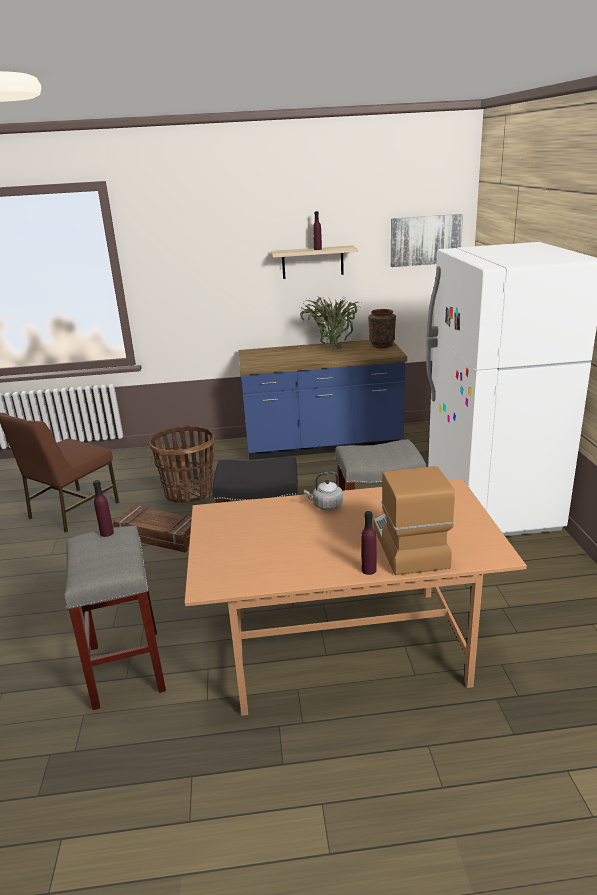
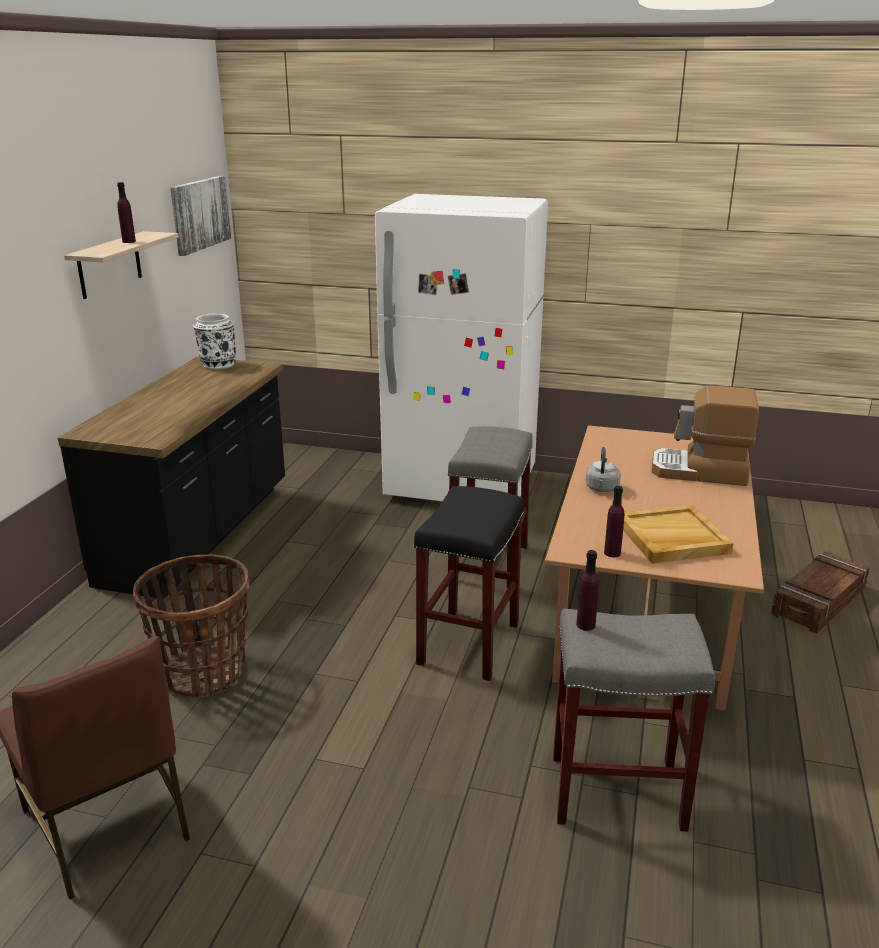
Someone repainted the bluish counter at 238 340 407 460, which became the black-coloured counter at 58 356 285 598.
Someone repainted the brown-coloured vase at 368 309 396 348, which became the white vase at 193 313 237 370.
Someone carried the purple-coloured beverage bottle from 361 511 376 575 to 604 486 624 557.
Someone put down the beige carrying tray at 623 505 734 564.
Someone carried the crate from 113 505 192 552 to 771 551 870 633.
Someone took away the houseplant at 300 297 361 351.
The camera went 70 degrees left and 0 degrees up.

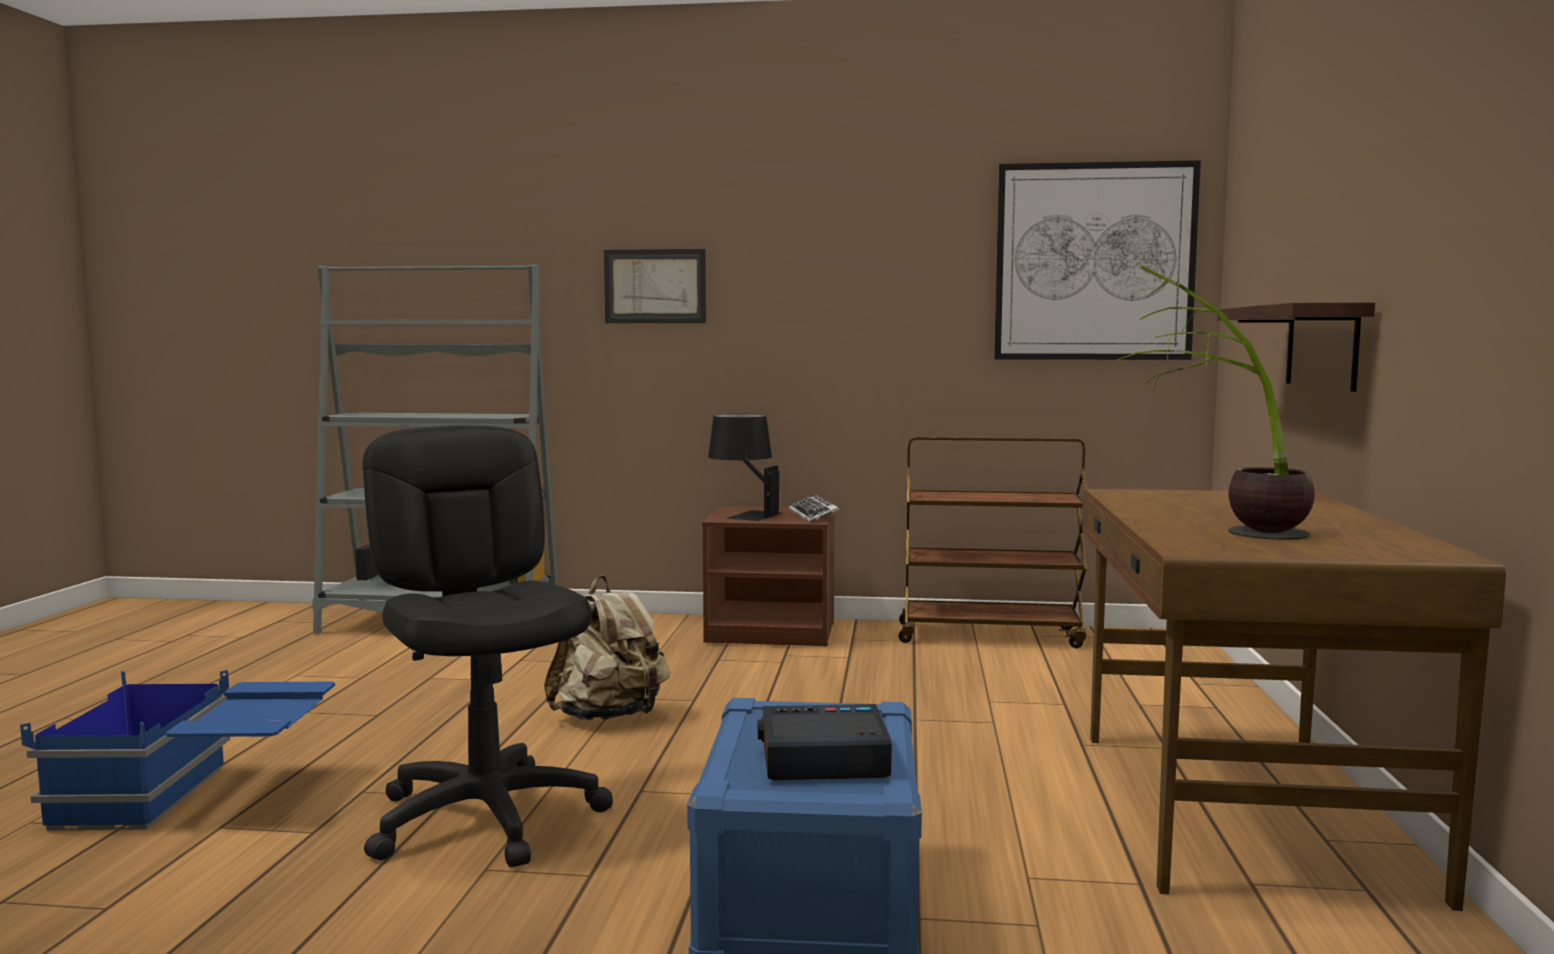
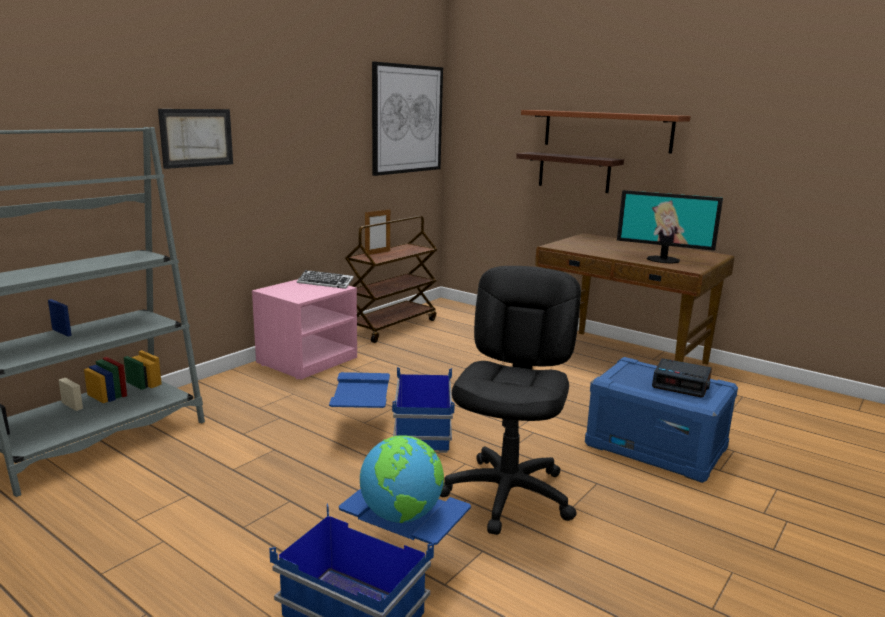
Someone repainted the brown-coloured bedside table at 702 506 835 646, which became the pinkish bedside table at 252 279 357 380.
Someone swapped the beige backpack at 544 575 670 720 for the bluish storage box at 329 367 455 453.
Someone put down the world globe at 360 435 444 523.
Someone put down the standing frame at 365 209 390 256.
Someone rotated the black-coloured desk chair at 363 425 613 867 by 105 degrees clockwise.
Someone put up the brown-coloured wall shelf at 521 110 691 153.
Someone swapped the houseplant at 1116 266 1315 540 for the monitor at 617 190 723 264.
Someone rotated the table clock at 758 704 892 780 by 90 degrees counterclockwise.
Someone took away the black-coloured tabletop lamp at 708 414 782 521.
The camera went 60 degrees left and 10 degrees up.

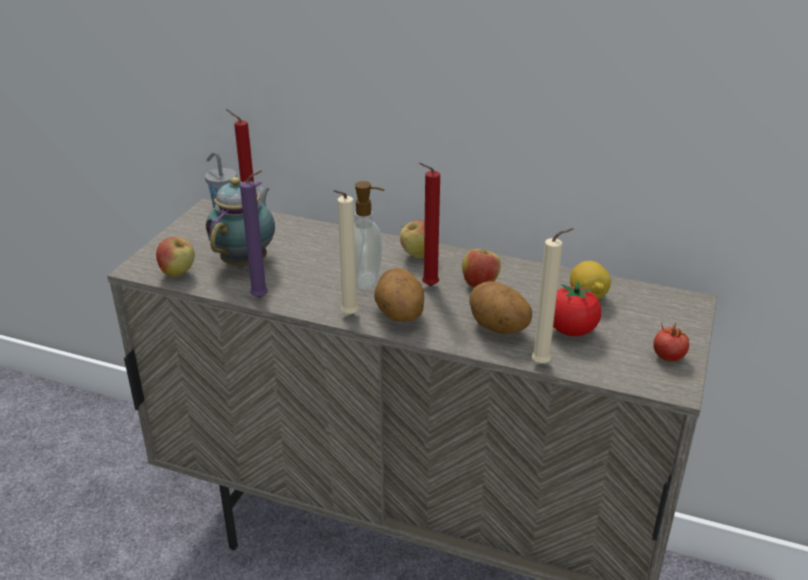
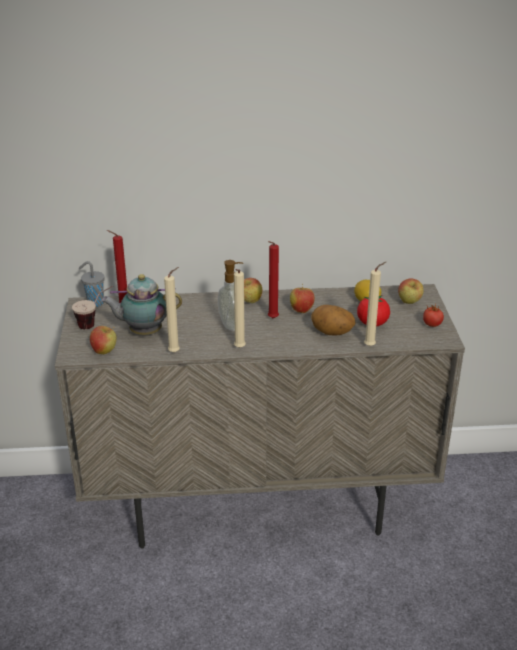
Someone put down the small cup at 72 286 113 329.
Someone rotated the teapot at 206 177 275 267 by 90 degrees counterclockwise.
Someone repainted the purple-coloured wax light at 240 170 268 298, which became the beige wax light at 164 267 180 353.
Someone put down the apple fruit at 398 279 424 304.
Someone took away the spud at 374 268 424 322.
The camera went 25 degrees left and 0 degrees up.

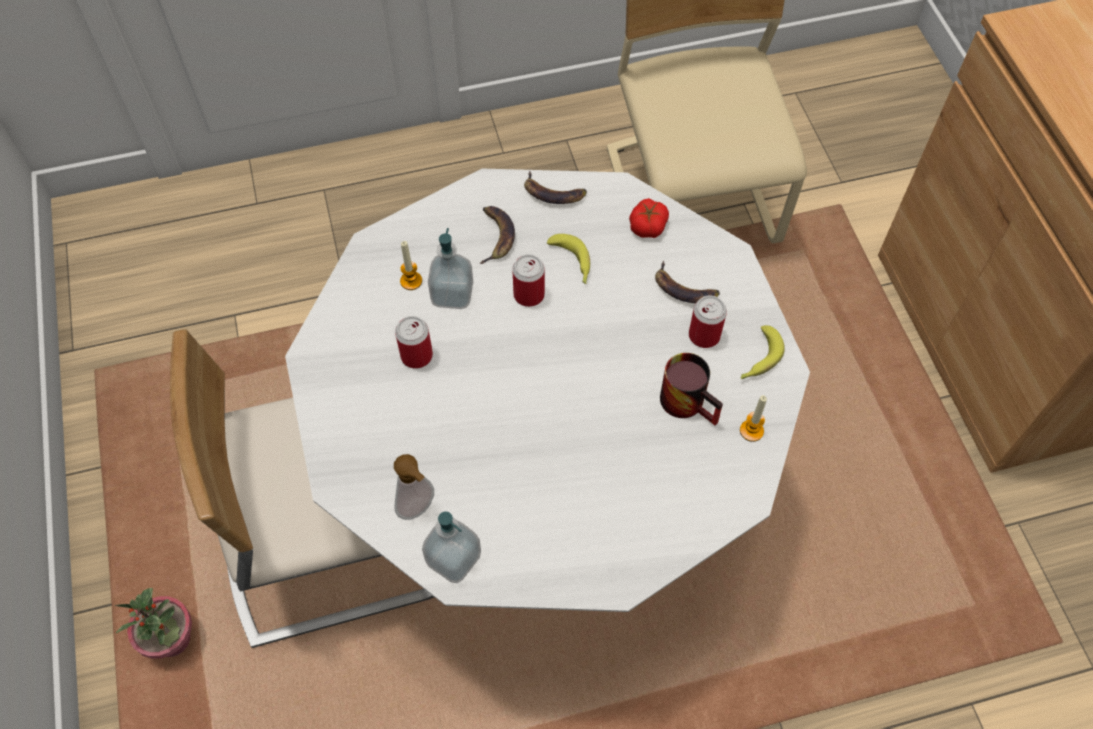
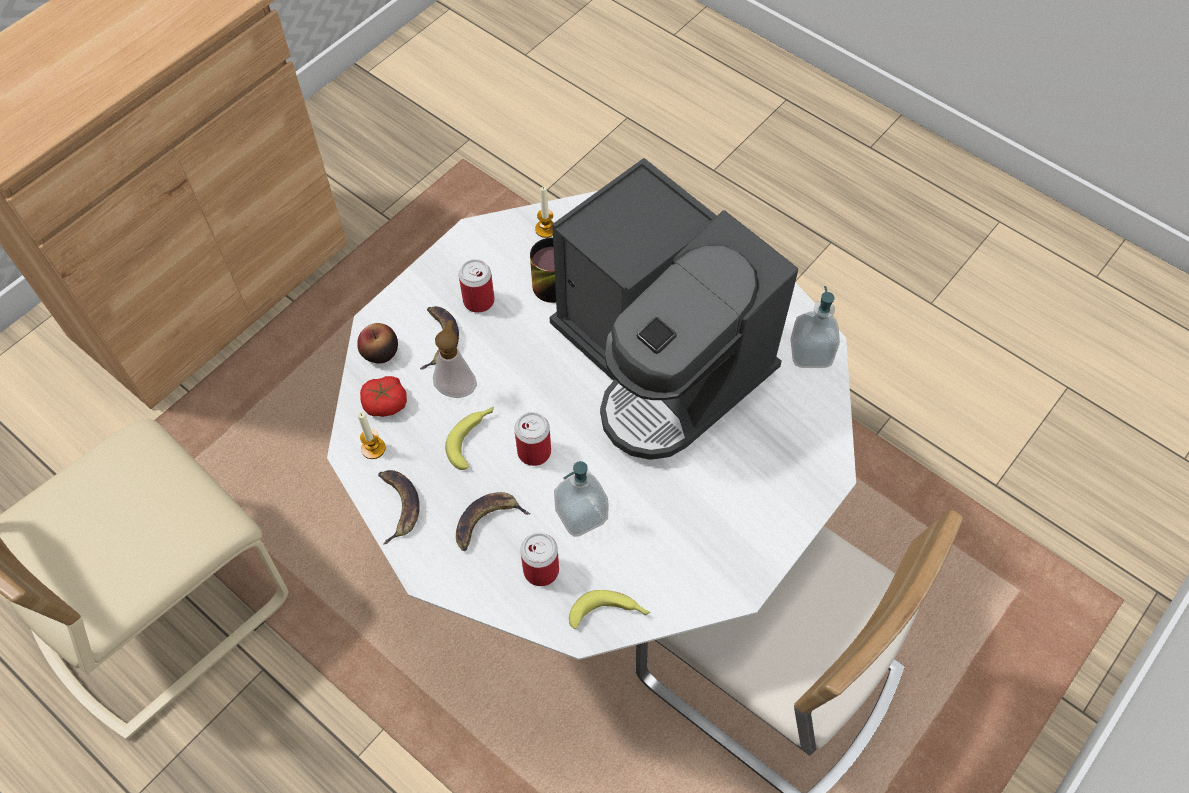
Someone put down the apple fruit at 357 323 398 364.
Someone carried the wax light from 400 241 422 290 to 358 411 386 459.
Someone carried the liquid soap bottle from 394 454 434 520 to 433 320 477 398.
Someone carried the metal can from 395 316 433 369 to 520 533 559 586.
Someone put down the coffee maker at 550 158 798 460.
Someone carried the banana from 741 325 785 379 to 569 590 651 629.
Someone took away the houseplant at 114 588 192 659.
The camera went 125 degrees left and 0 degrees up.

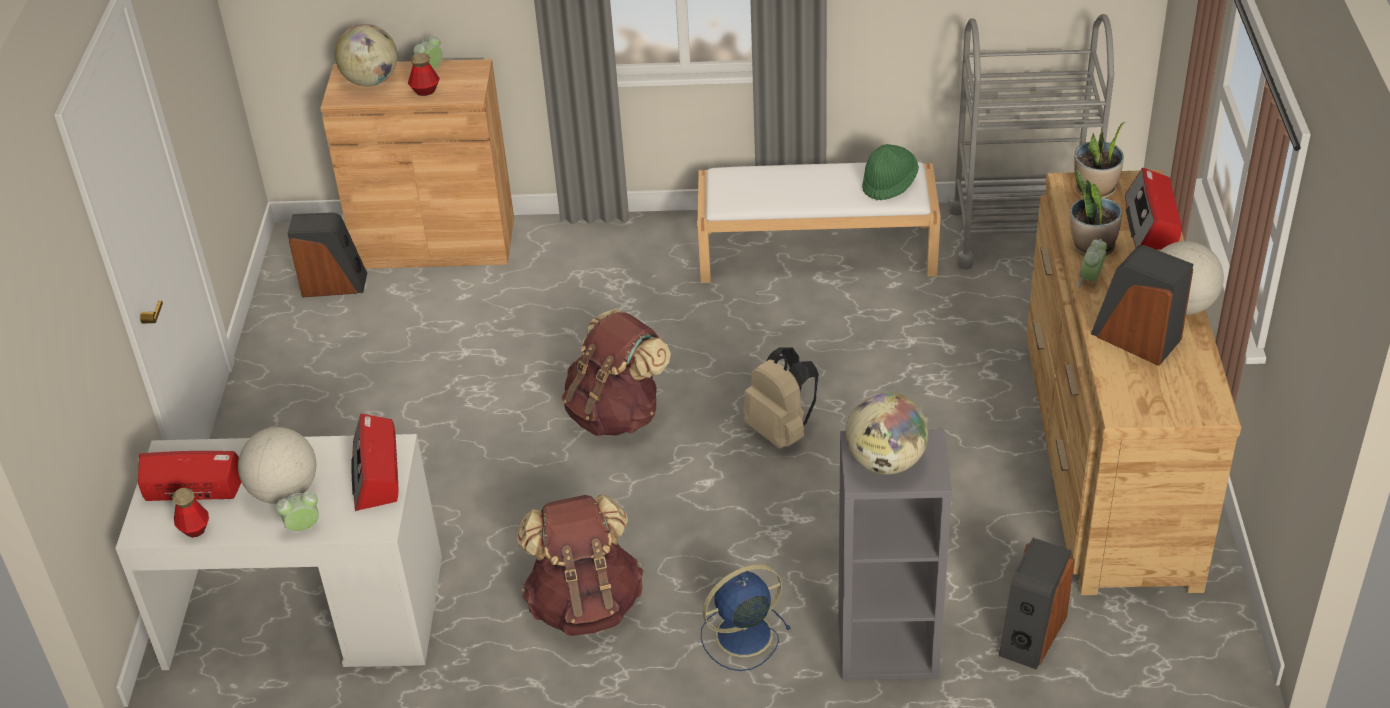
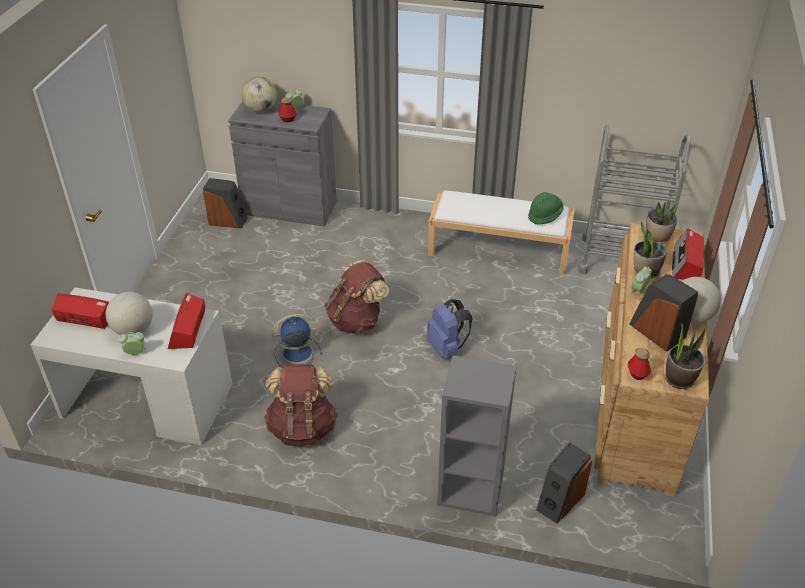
Someone repainted the brown-coloured storage cabinet at 320 59 514 269, which became the grey storage cabinet at 228 101 337 226.
Someone carried the bluish electric fan from 701 564 791 671 to 272 314 322 368.
Someone repainted the beige backpack at 744 347 819 449, which became the bluish backpack at 427 299 472 358.
Someone carried the beverage bottle from 172 488 209 538 to 628 348 651 380.
Someone put down the houseplant at 665 323 706 389.
Someone took away the world globe at 846 392 928 474.
The camera went 10 degrees right and 0 degrees up.

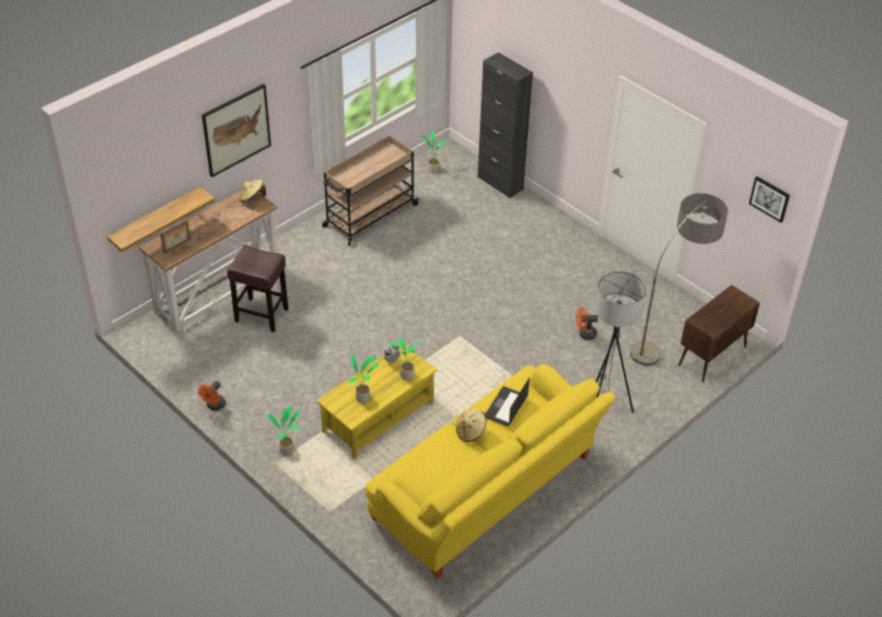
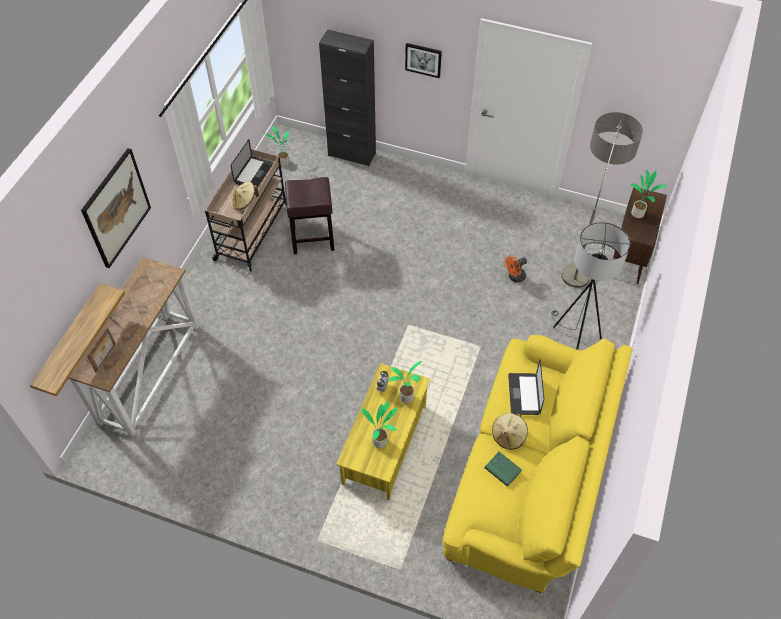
Someone put down the laptop at 230 139 273 187.
Someone carried the beige hat from 240 180 266 202 to 233 182 259 210.
Someone carried the brown-coloured stool seat from 227 245 288 332 to 285 177 334 254.
Someone carried the wall picture from 749 176 790 223 to 405 43 442 78.
Someone put down the greenish book at 484 452 522 487.
Someone carried the houseplant from 267 406 300 456 to 631 170 666 218.
Someone took away the orangey electric fan at 198 381 226 411.
The camera went 25 degrees left and 10 degrees up.

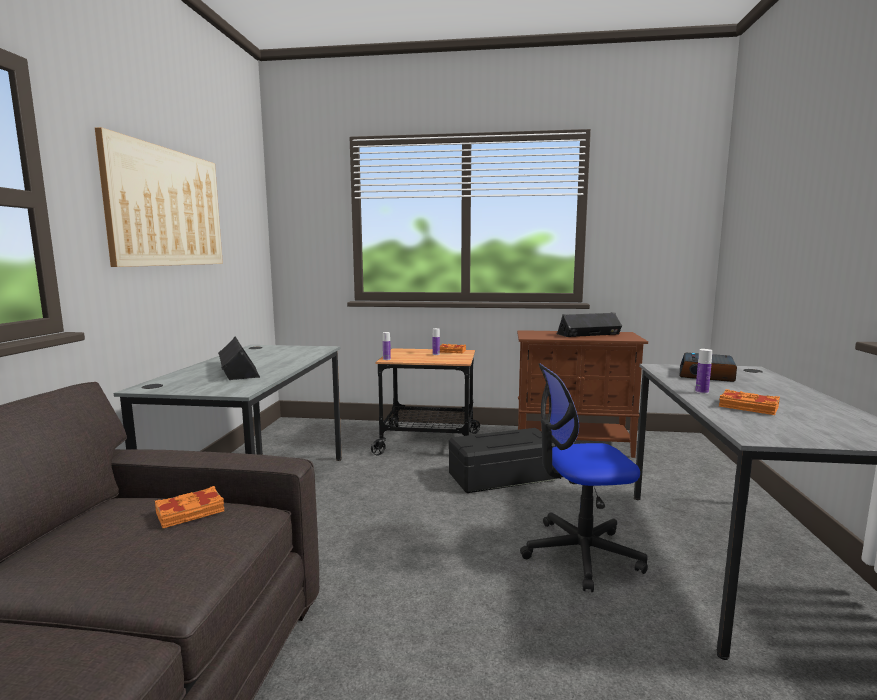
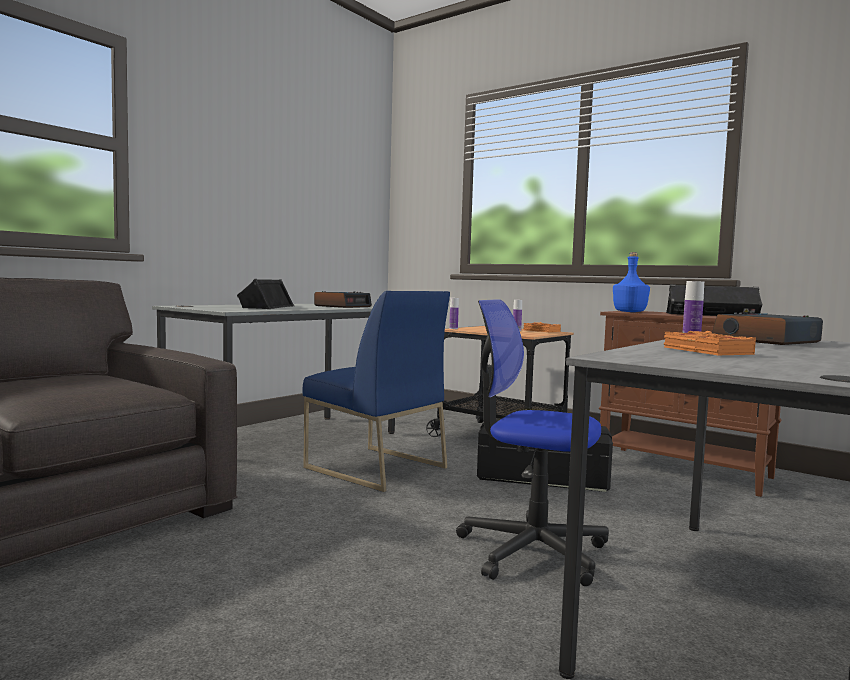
Someone put down the bluish plain chair at 303 291 450 492.
Someone put down the table clock at 314 291 372 308.
Someone put down the bluish beverage bottle at 613 252 650 312.
Someone took away the wall picture at 95 127 223 267.
Someone took away the orangey book at 155 486 224 528.
The camera went 30 degrees right and 5 degrees down.

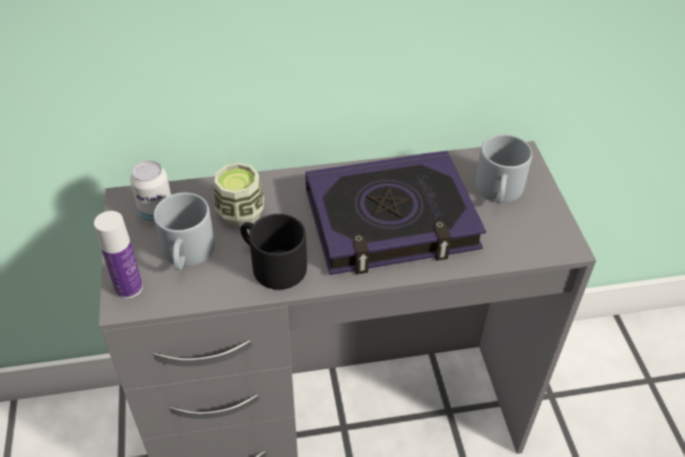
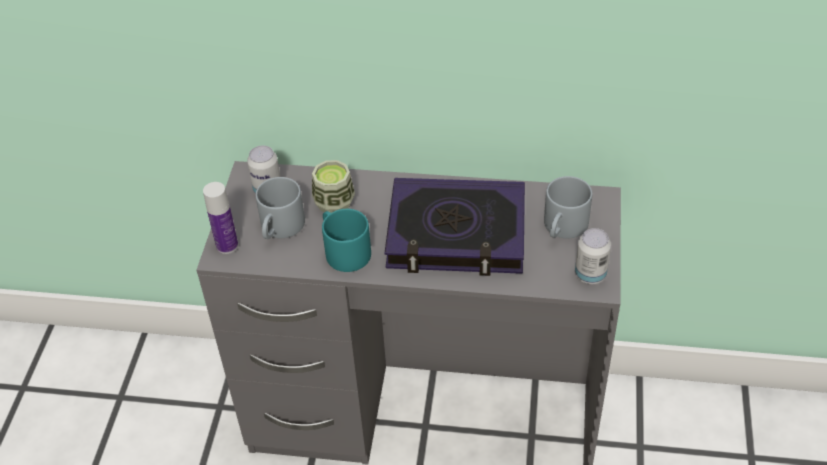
Someone repainted the black-coloured coffee mug at 240 214 307 290, which became the blue-green coffee mug at 322 209 371 272.
Someone put down the metal can at 575 228 611 284.
The camera went 20 degrees right and 0 degrees up.

